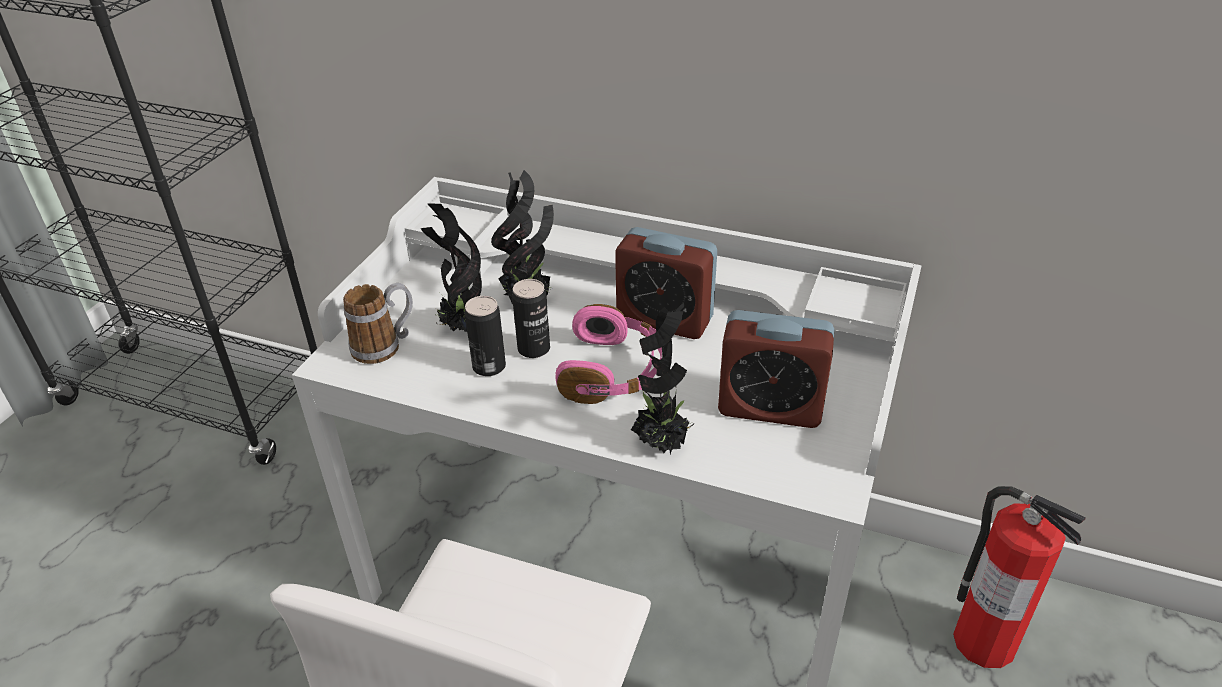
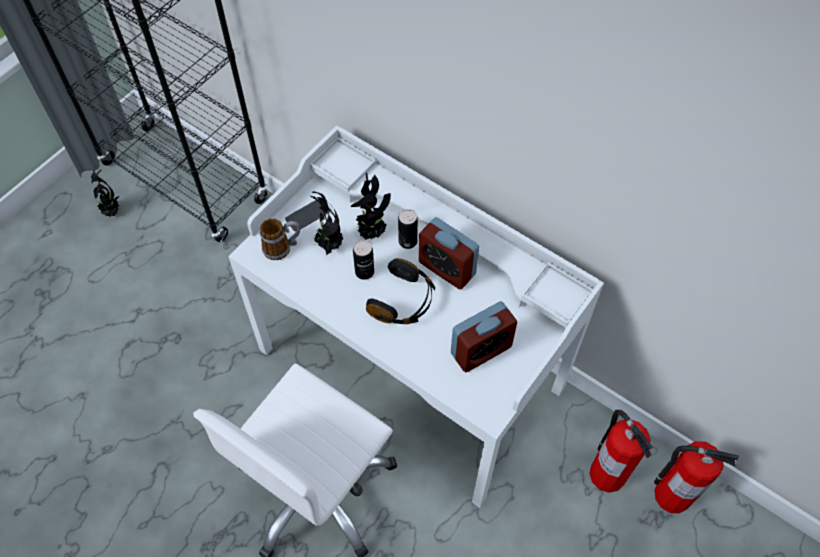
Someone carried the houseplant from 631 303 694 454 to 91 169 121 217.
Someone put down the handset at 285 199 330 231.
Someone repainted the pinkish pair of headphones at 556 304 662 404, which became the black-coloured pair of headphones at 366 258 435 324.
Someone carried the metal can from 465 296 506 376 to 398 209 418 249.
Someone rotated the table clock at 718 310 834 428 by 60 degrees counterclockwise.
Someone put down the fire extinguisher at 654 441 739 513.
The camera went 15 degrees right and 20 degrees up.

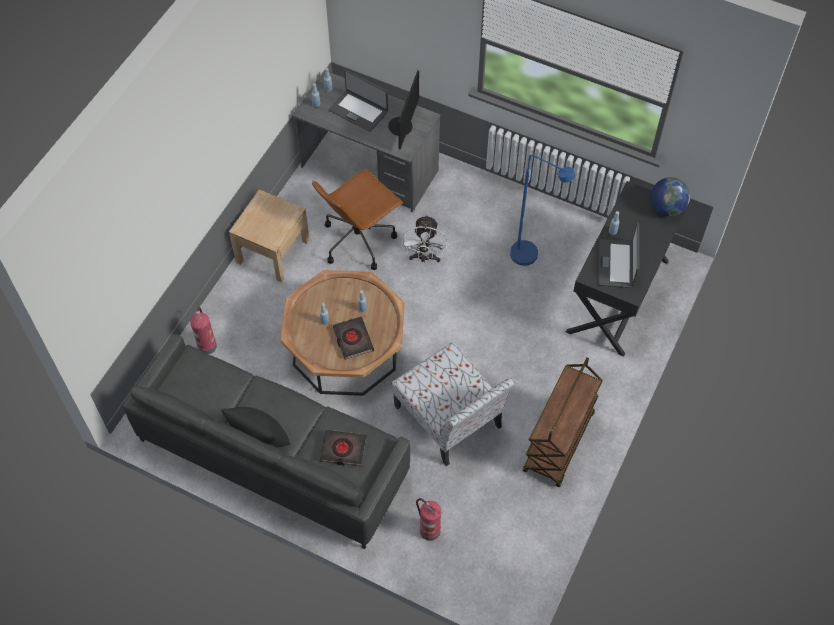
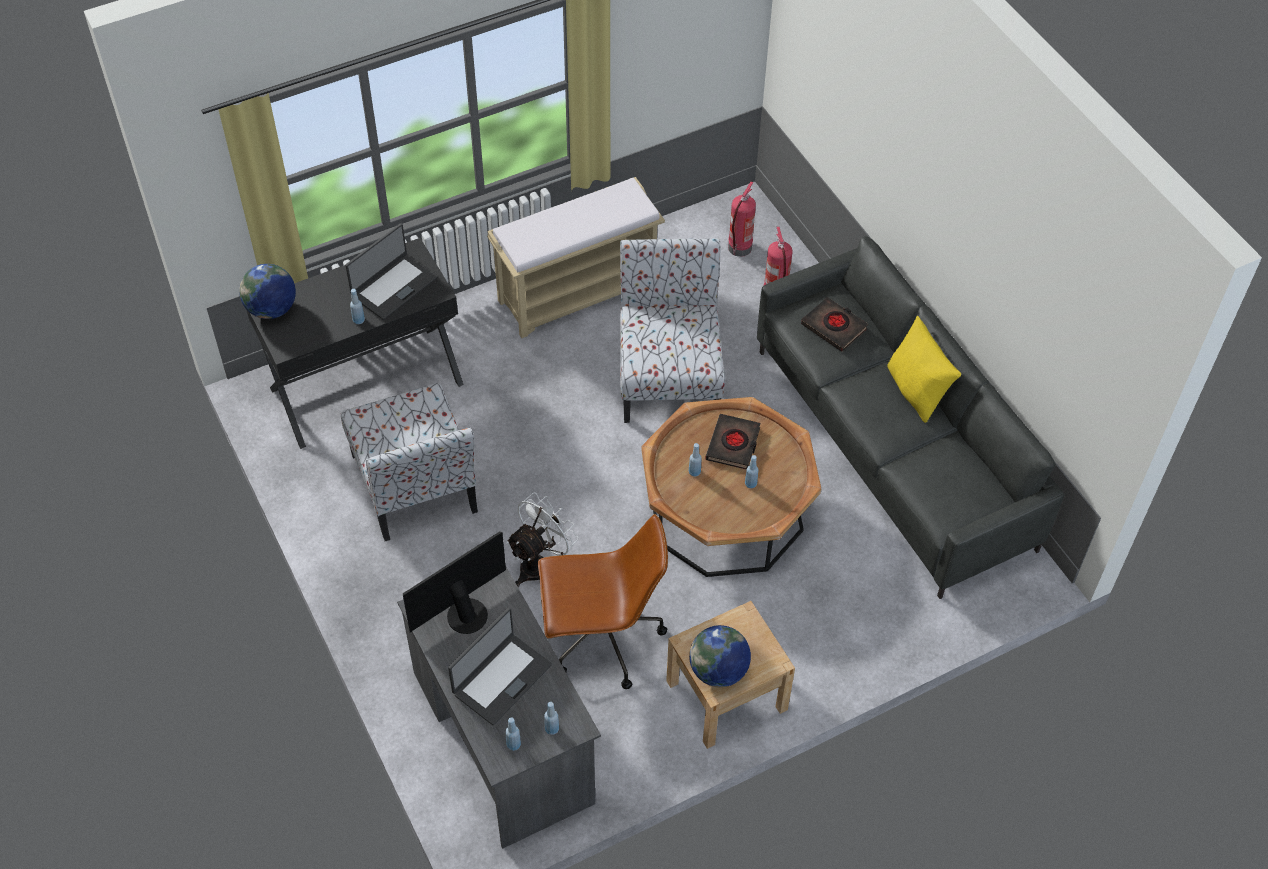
Someone swapped the bluish standard lamp at 510 155 575 266 for the plain chair at 341 383 478 541.
Someone rotated the laptop at 329 70 388 132 by 60 degrees clockwise.
Someone swapped the brown-coloured wheeled cart at 523 357 603 487 for the beige bench at 487 177 665 338.
Someone put down the world globe at 689 625 751 687.
Someone carried the fire extinguisher from 190 307 217 354 to 728 182 756 257.
Someone repainted the black-coloured throw pillow at 221 407 291 448, which became the yellowish throw pillow at 887 316 961 423.
The camera went 145 degrees left and 5 degrees down.

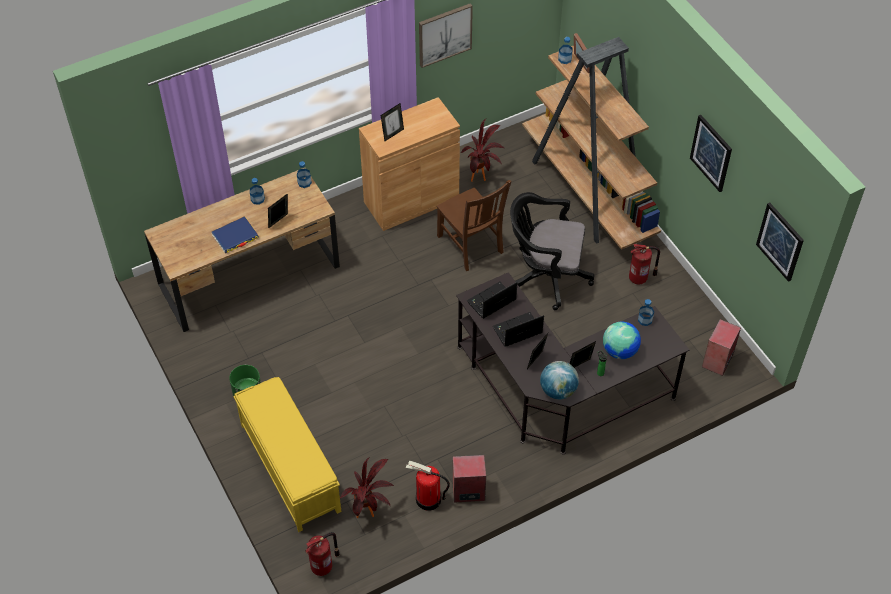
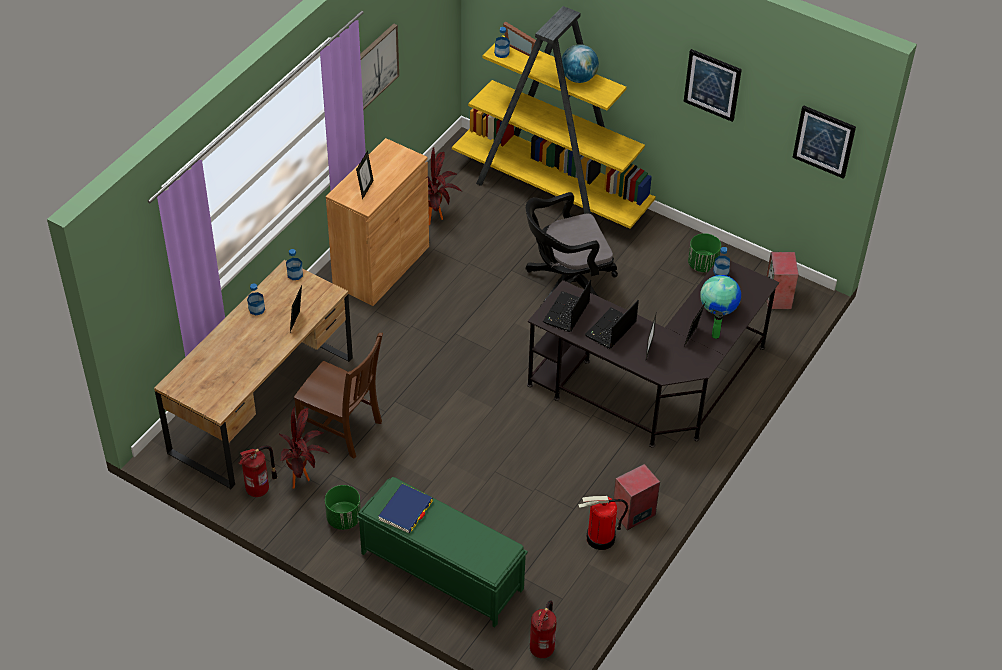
Someone carried the fire extinguisher from 629 244 660 284 to 239 446 277 497.
Someone carried the houseplant from 340 457 394 518 to 279 407 329 489.
Someone carried the brown-coloured plain chair from 437 180 511 271 to 294 333 383 459.
Someone repainted the yellowish bench at 233 377 341 532, which became the greenish bench at 357 477 528 628.
Someone carried the bluish book from 212 216 259 253 to 378 484 433 533.
Someone repainted the brown-coloured bookcase at 522 37 661 250, which became the yellowish bookcase at 452 6 656 229.
Someone carried the world globe from 540 361 579 399 to 562 44 599 83.
Someone put down the greenish flower pot at 688 233 721 272.
The camera went 30 degrees left and 5 degrees down.

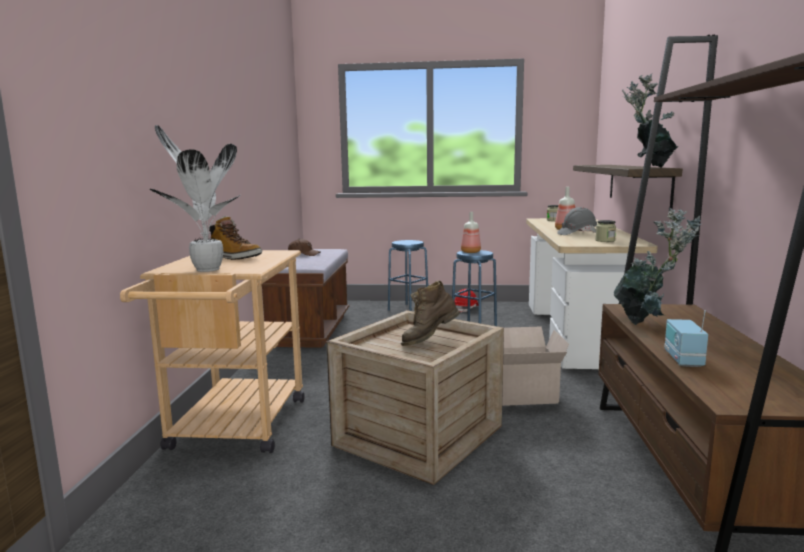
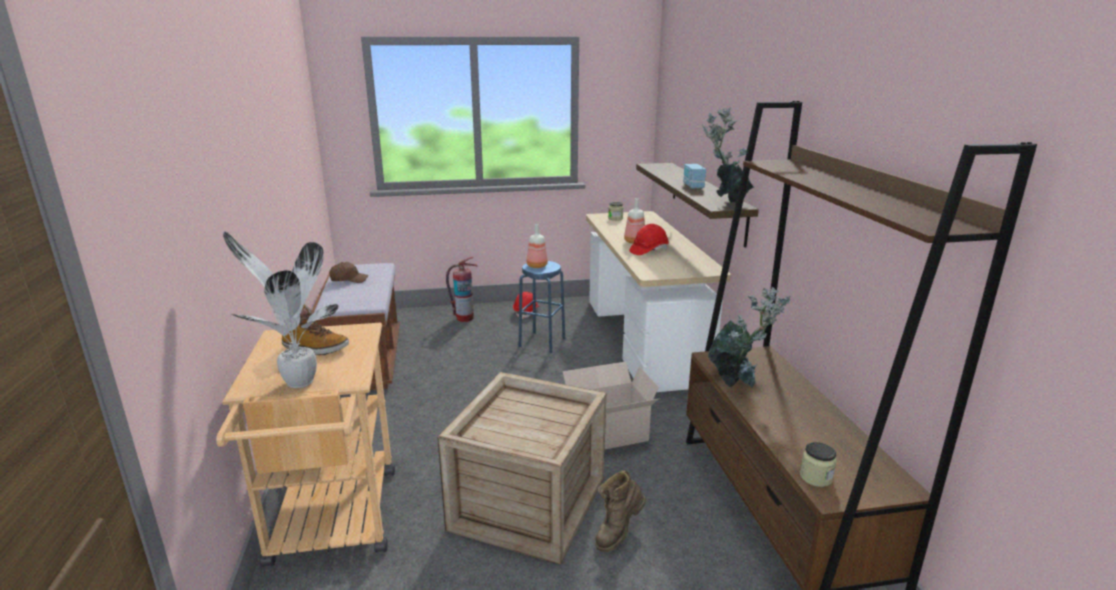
Someone swapped the bluish stool seat at 388 240 428 311 for the fire extinguisher at 446 257 477 322.
Someone carried the brown-coloured boot from 401 280 460 346 to 595 470 646 552.
Someone repainted the grey safety helmet at 557 207 597 235, which became the reddish safety helmet at 629 224 669 255.
Someone carried the radio receiver from 664 310 708 367 to 683 155 706 189.
Someone carried the preserve jar from 596 220 616 242 to 800 442 837 487.
The camera went 15 degrees left and 10 degrees up.

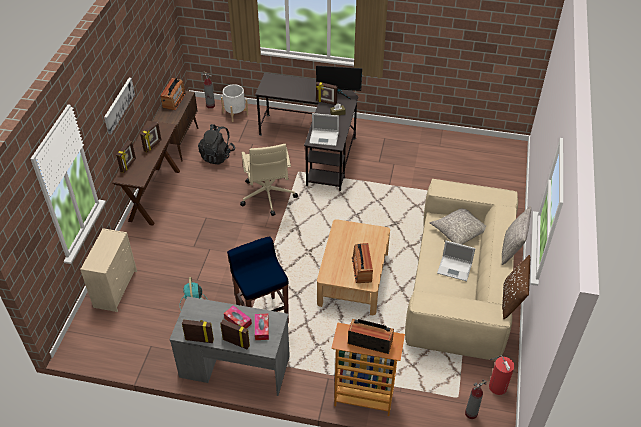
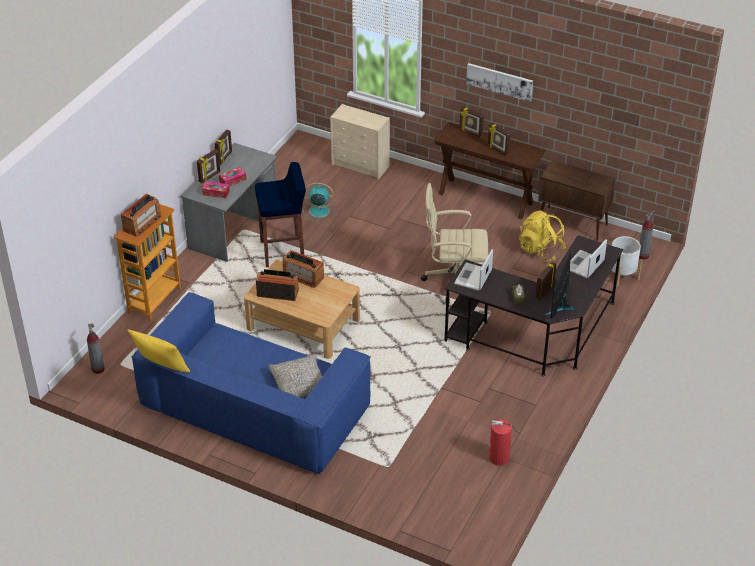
Someone repainted the brown-coloured throw pillow at 502 255 530 320, which became the yellowish throw pillow at 127 330 190 372.
Someone repainted the beige couch at 405 179 518 361, which became the bluish couch at 132 292 371 474.
Someone carried the radio receiver from 160 78 186 110 to 283 250 324 288.
Someone carried the fire extinguisher from 489 355 514 395 to 489 419 520 466.
Someone repainted the black-coloured backpack at 198 124 235 165, which became the yellowish backpack at 519 210 566 261.
Someone carried the laptop from 437 241 475 281 to 570 240 607 278.
Someone took away the grey throw pillow at 502 206 531 265.
The camera went 105 degrees right and 5 degrees down.

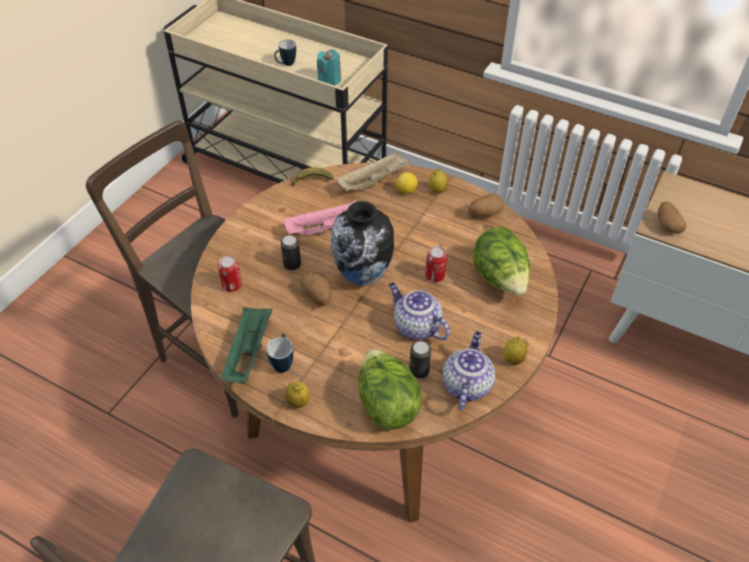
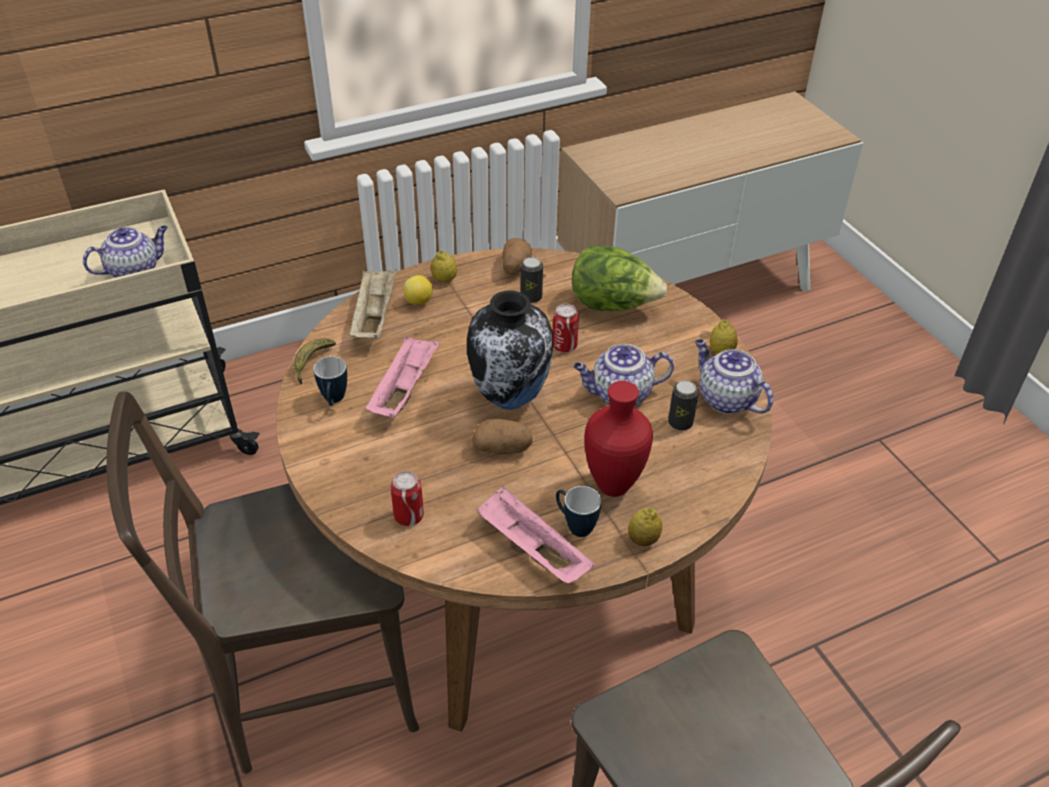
Someone swapped the blue-green wax light at 317 49 341 86 for the teapot at 83 226 168 278.
Someone carried the coffee mug from 274 39 296 66 to 313 356 347 406.
Someone repainted the greenish carrying tray at 220 308 273 384, which became the pinkish carrying tray at 476 486 595 584.
Someone carried the metal can from 281 235 301 270 to 520 257 543 303.
Someone put down the reddish vase at 584 381 653 497.
Someone took away the lettuce head at 358 349 422 430.
Someone took away the spud at 658 202 686 234.
The camera went 55 degrees left and 5 degrees down.

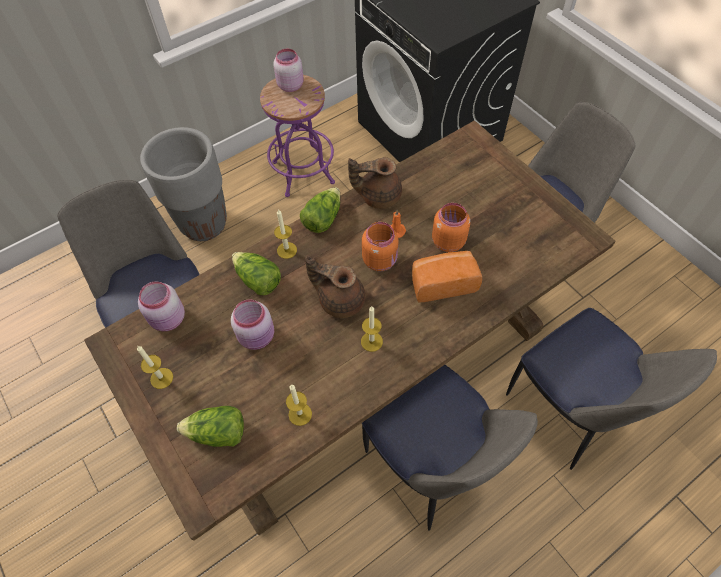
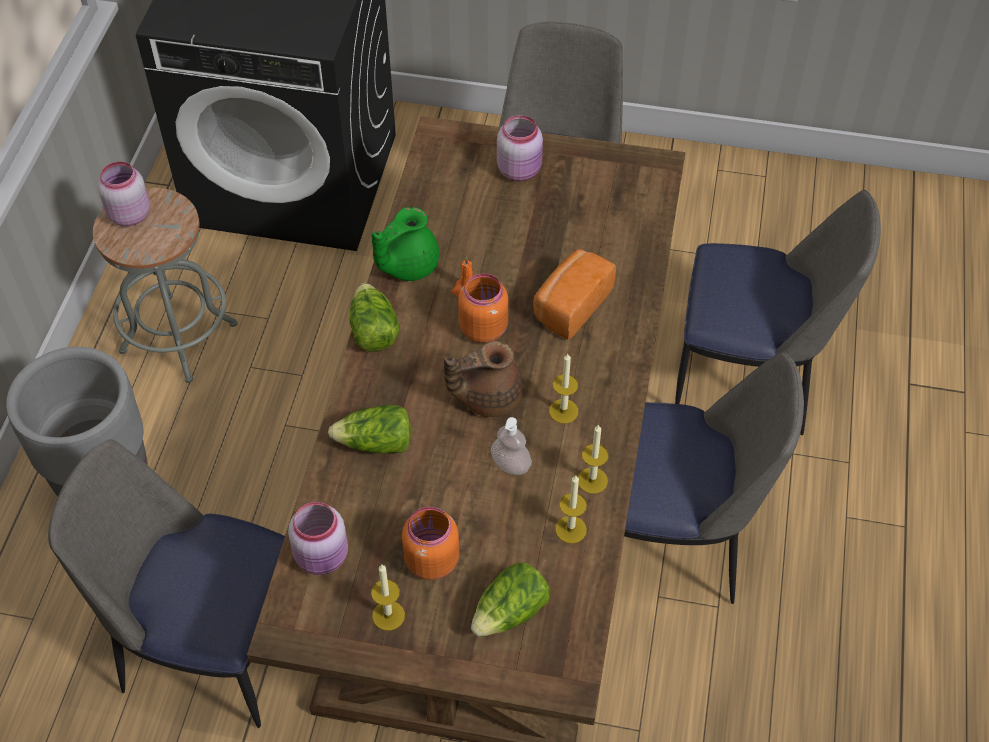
Someone repainted the purple-coloured stool seat at 260 75 335 197, which became the grey stool seat at 93 188 238 383.
Someone repainted the brown-coloured teapot at 348 157 402 209, which became the greenish teapot at 371 207 439 281.
Someone carried the orangey preserve jar from 432 203 470 252 to 402 507 459 580.
Someone put down the liquid soap bottle at 491 417 532 475.
Someone carried the pinkish preserve jar from 231 299 274 350 to 497 115 543 182.
Someone carried the wax light from 274 209 297 259 to 578 424 609 494.
The camera went 45 degrees left and 5 degrees down.

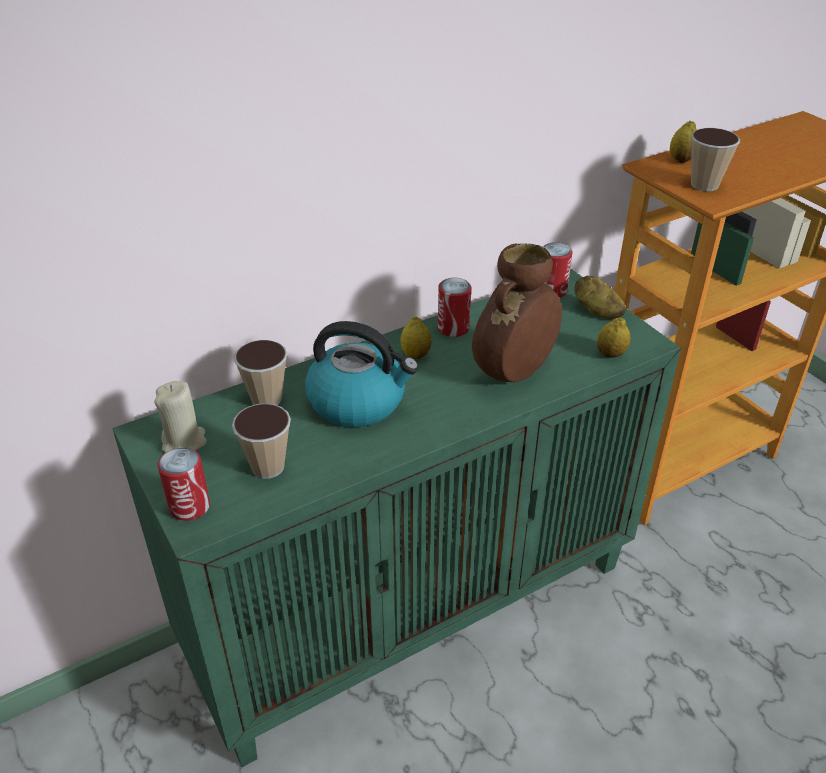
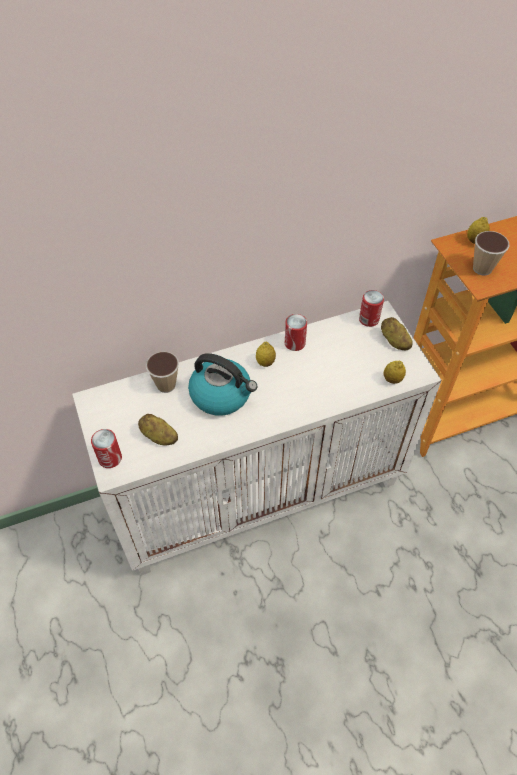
Someone repainted the greenish storage cabinet at 112 269 681 767, which became the white storage cabinet at 72 301 442 575.
Someone swapped the small cup at 232 404 291 479 for the spud at 138 414 178 445.
Someone took away the beige wax light at 154 381 207 453.
Someone took away the brown-coloured vase at 472 243 562 382.
The camera went 10 degrees right and 15 degrees up.

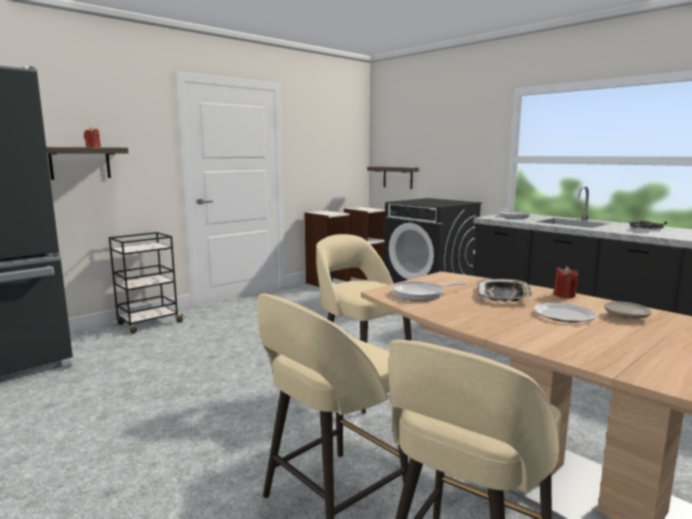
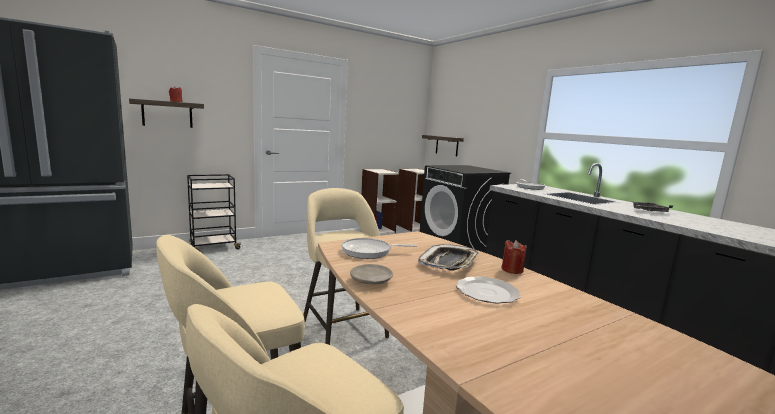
Someone carried the beige plate from 604 301 652 319 to 350 264 393 284.
The camera went 10 degrees right and 0 degrees up.

